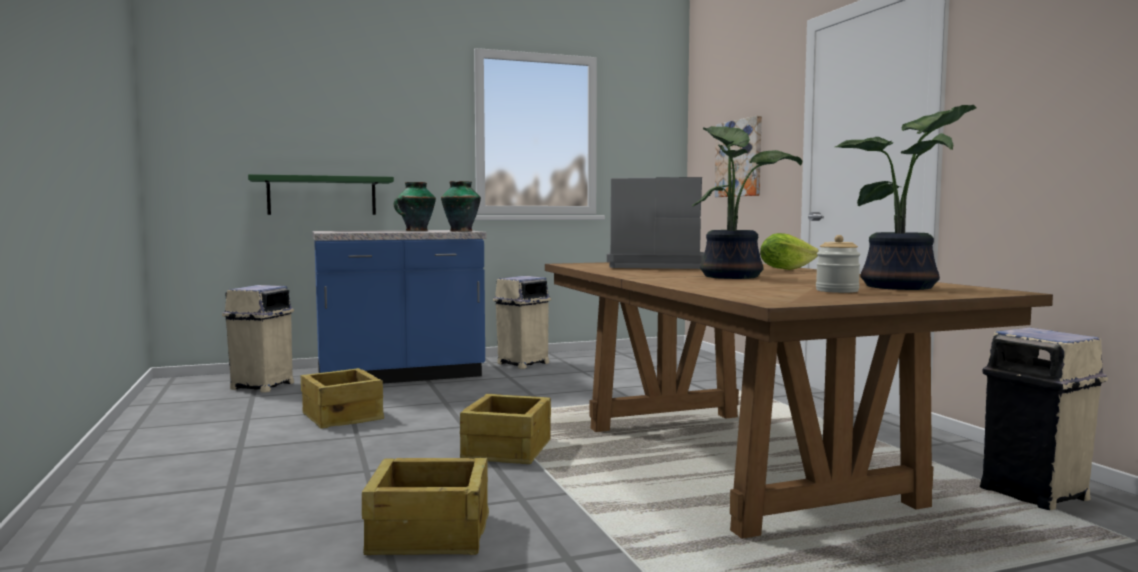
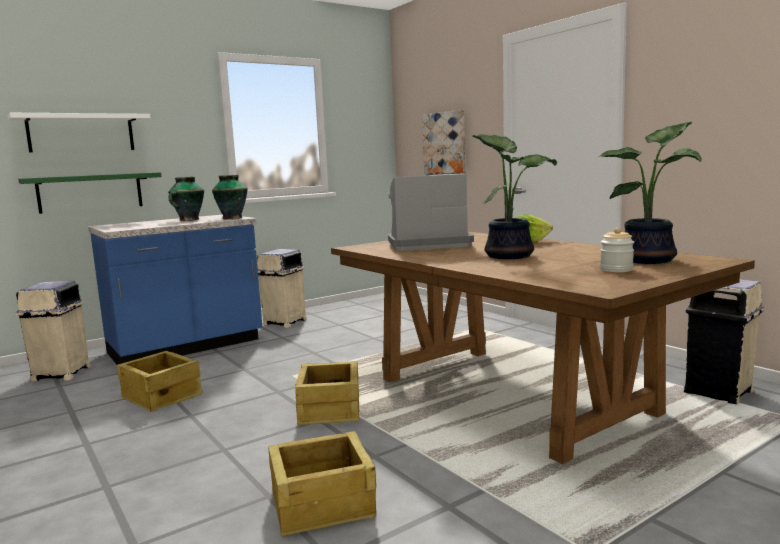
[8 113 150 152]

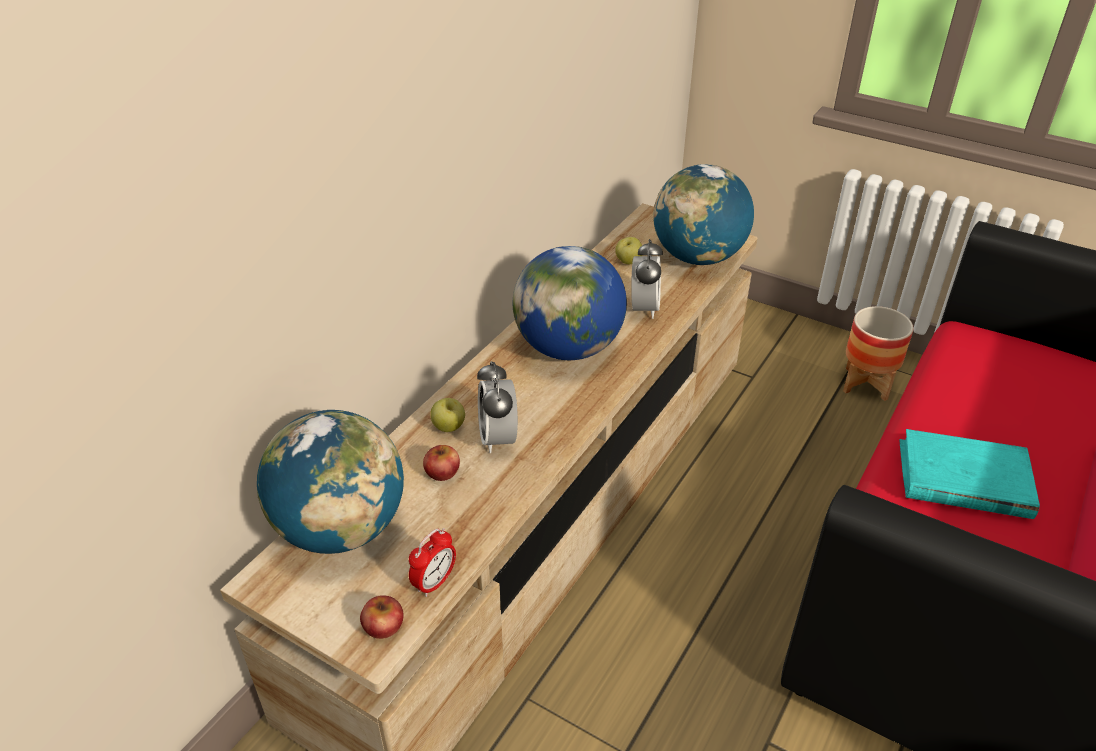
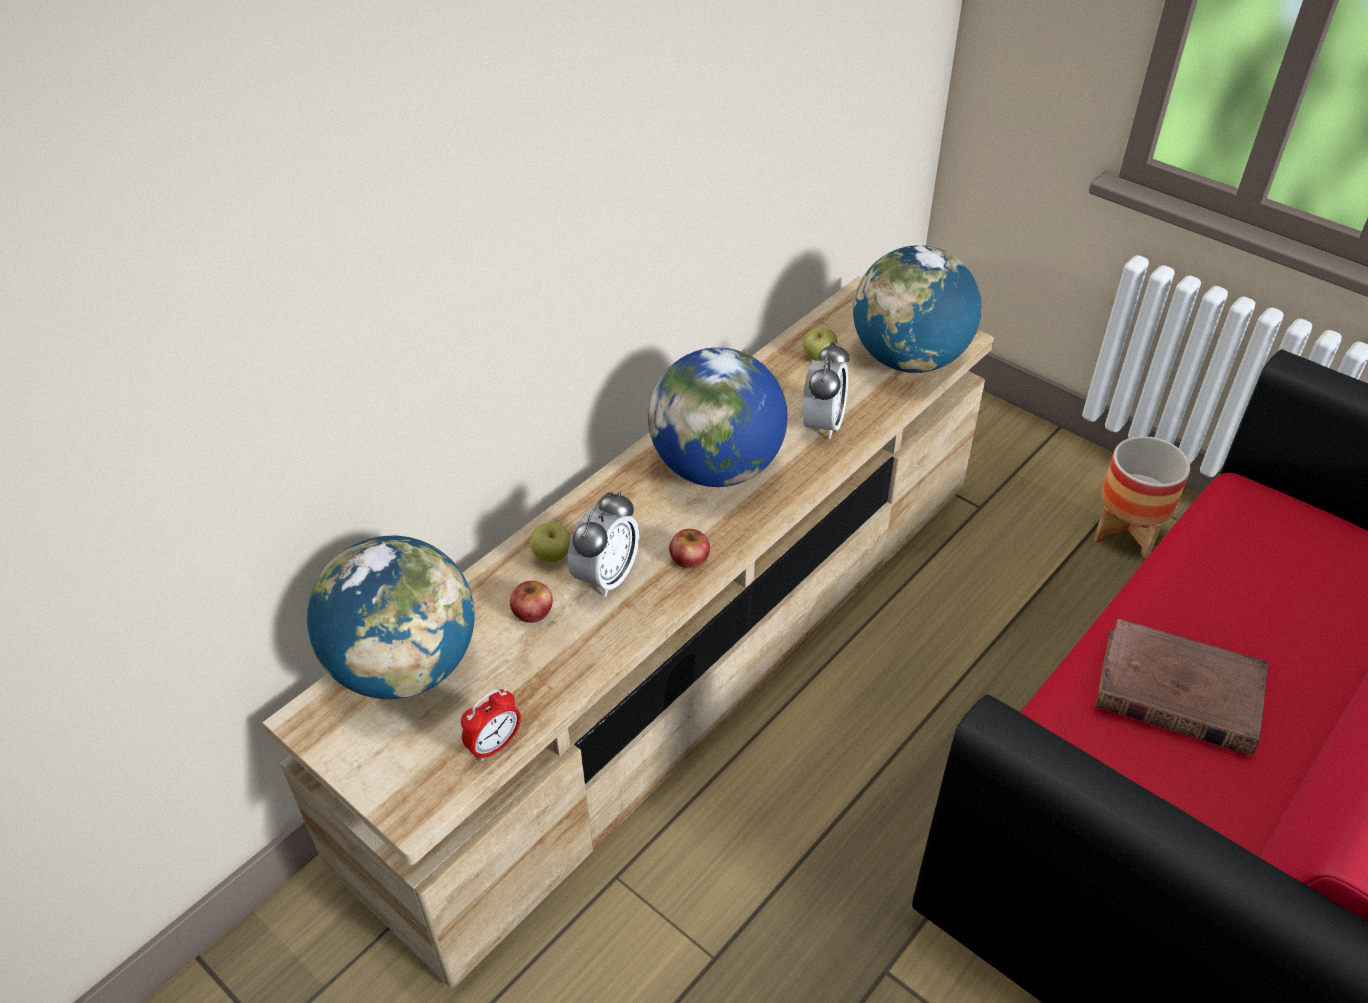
[567 491 639 597]
[1096 619 1268 755]
[669 529 710 569]

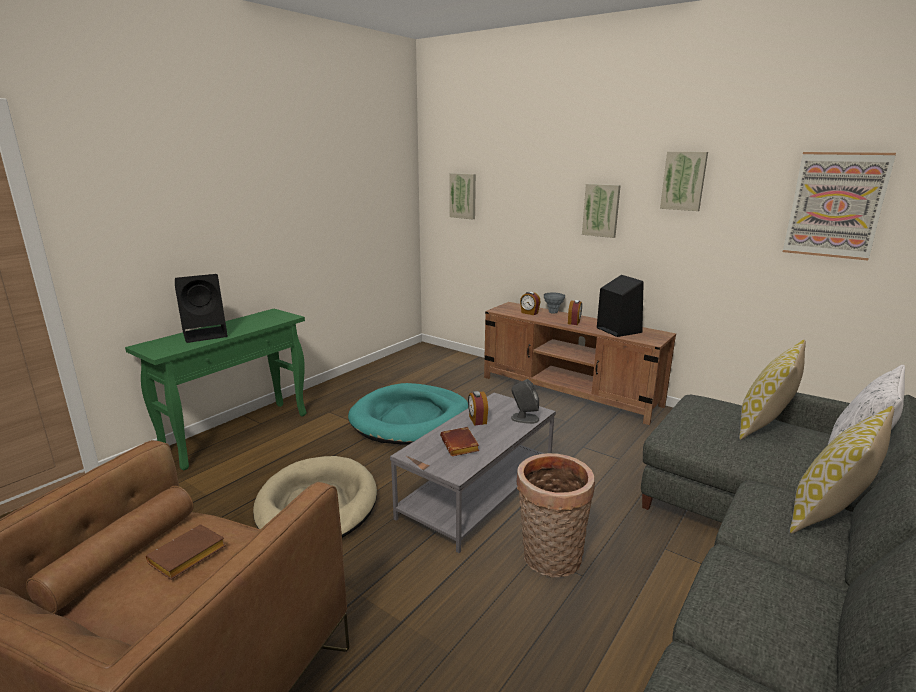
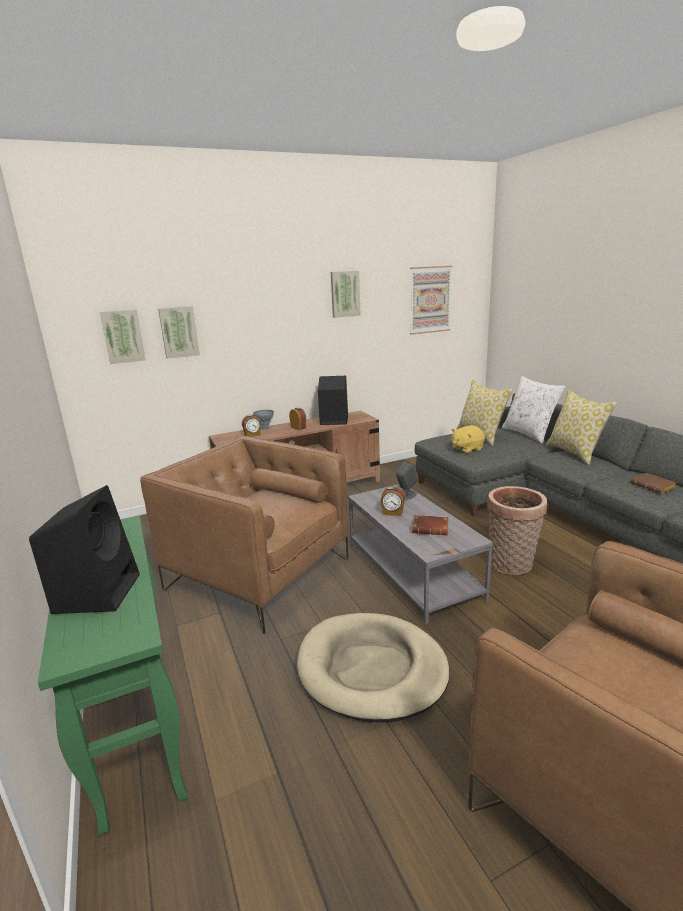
[158 306 200 359]
[140 436 348 634]
[631 473 676 494]
[452 425 485 454]

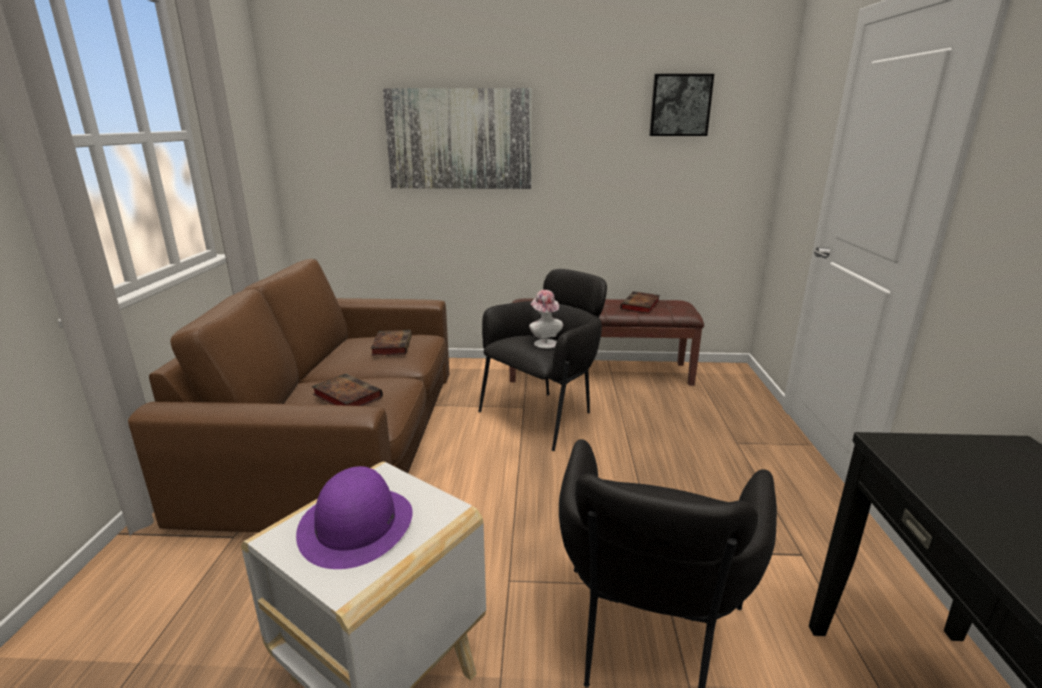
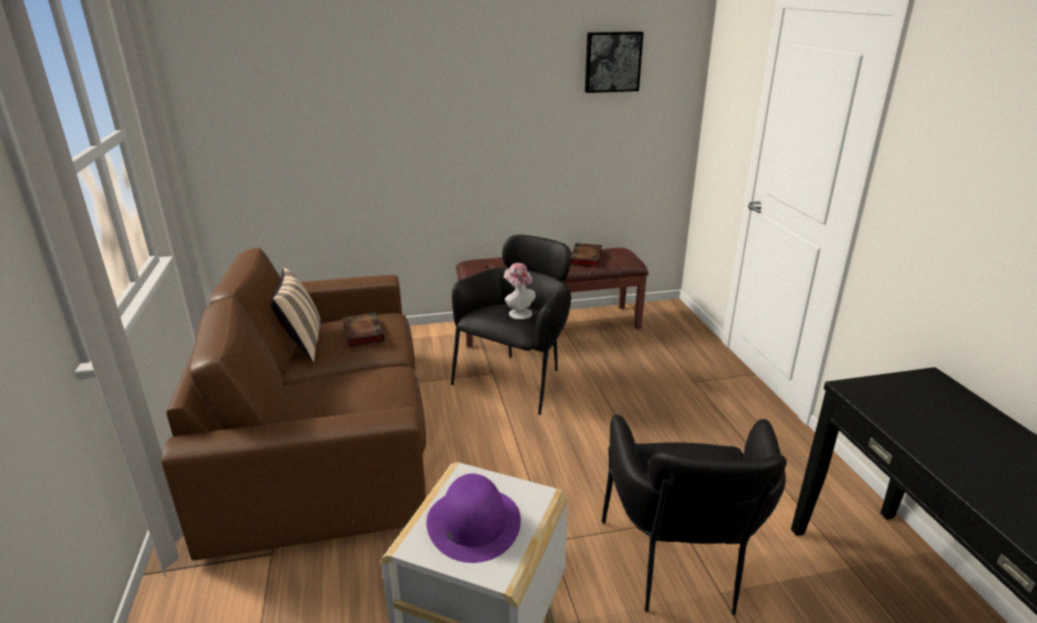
[383 88 532 189] (first image)
[312 374 383 406] (first image)
[271 268 321 362]

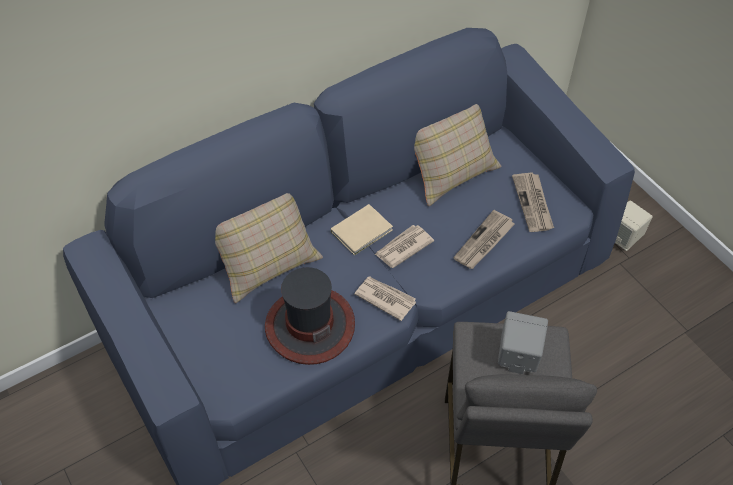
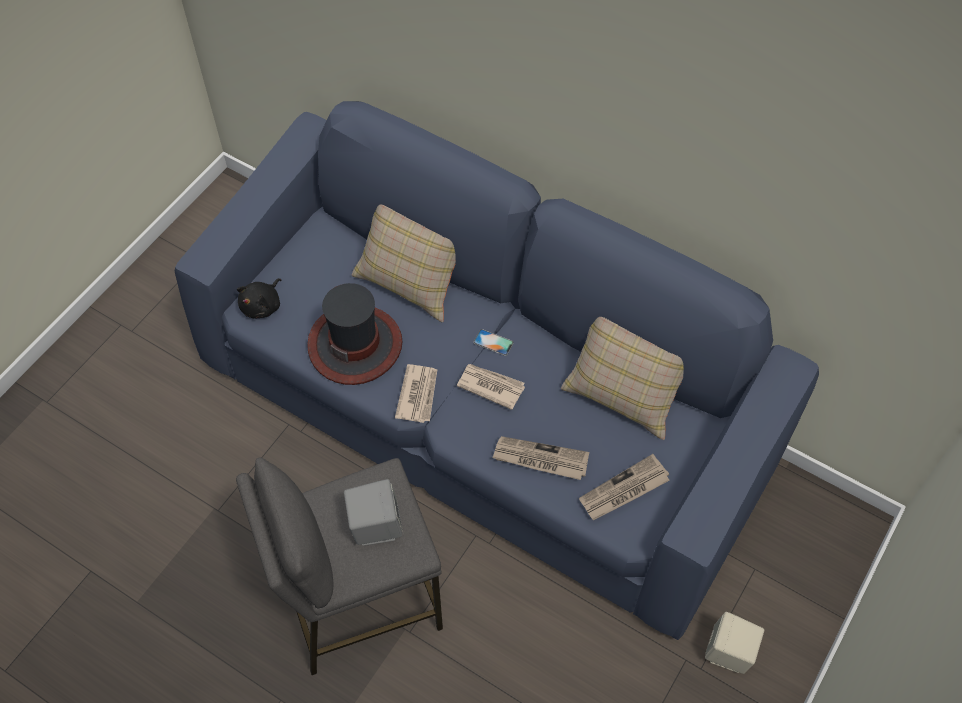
[473 329 514 356]
[237 278 281 319]

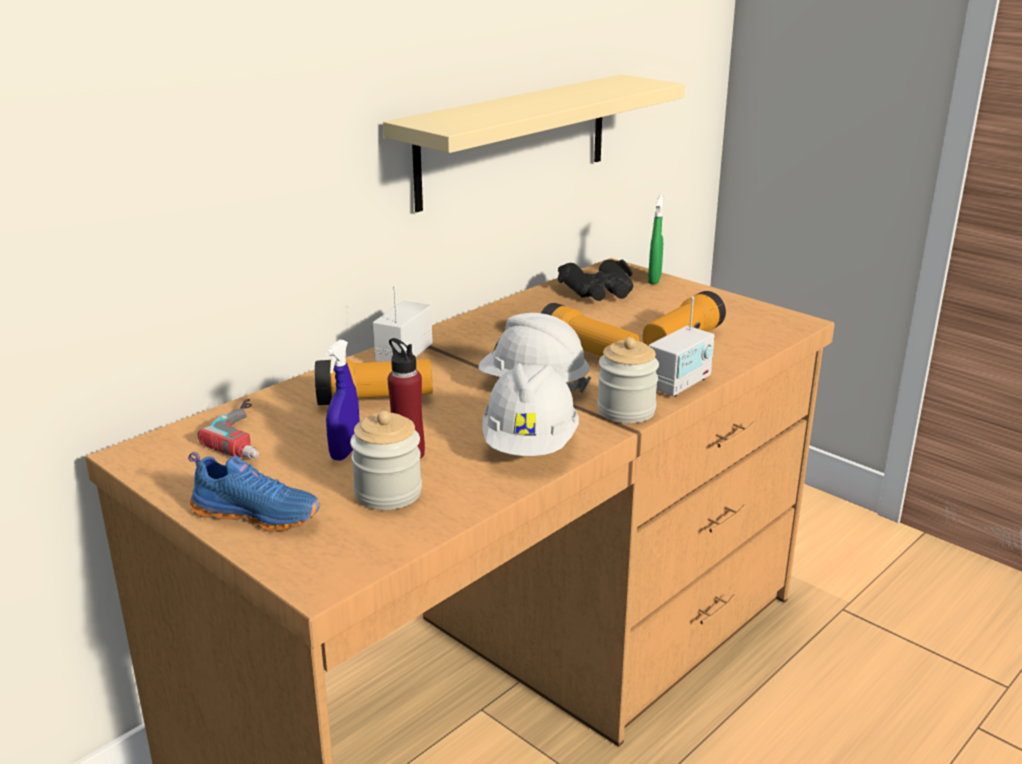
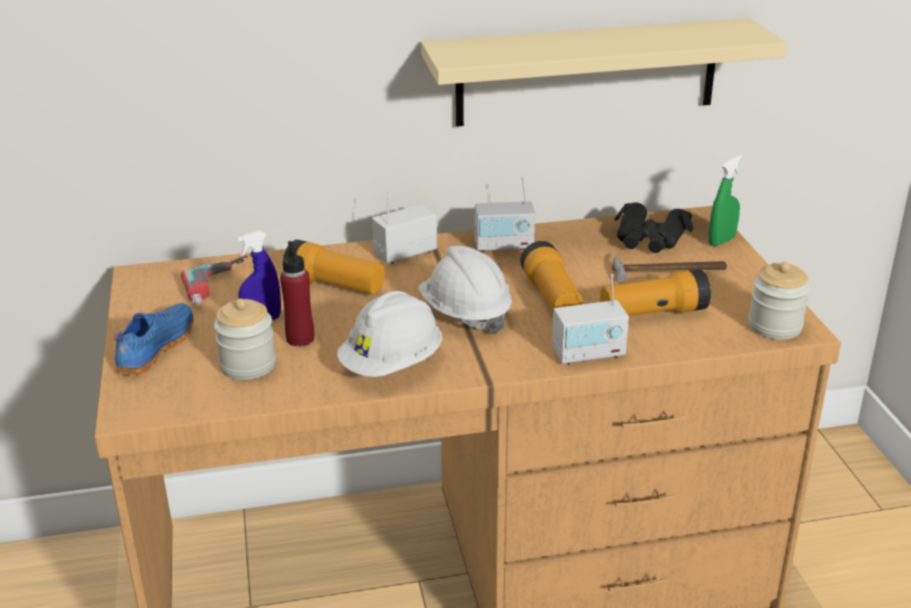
[748 262 810 340]
[114 303 193 375]
[475 176 535 252]
[612 251 727 283]

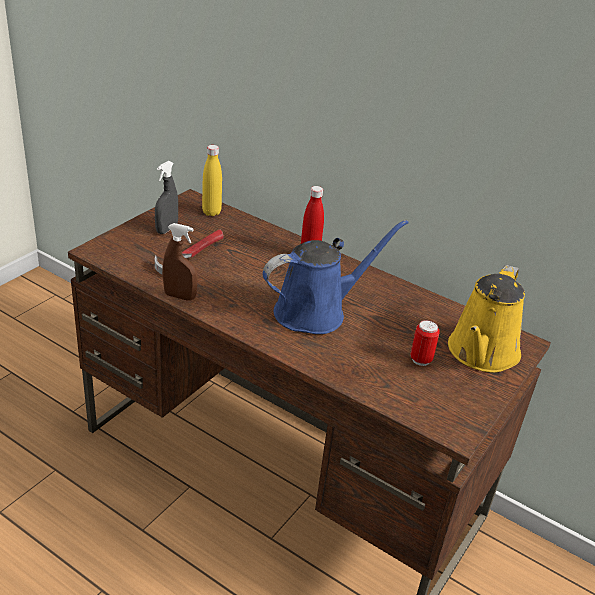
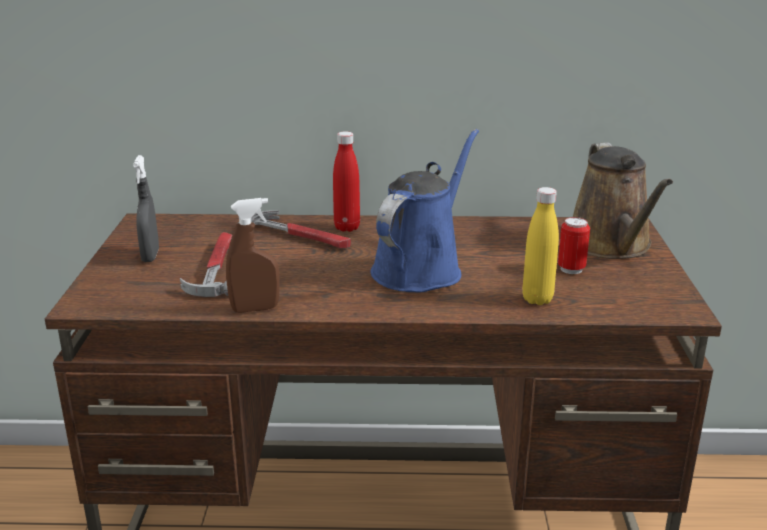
[522 187 559 305]
[573 142 673 259]
[237 210 351 248]

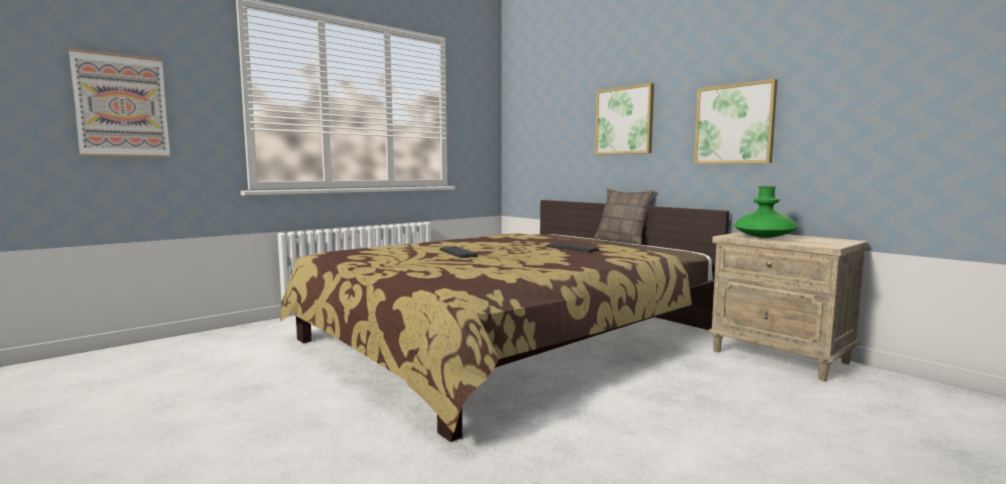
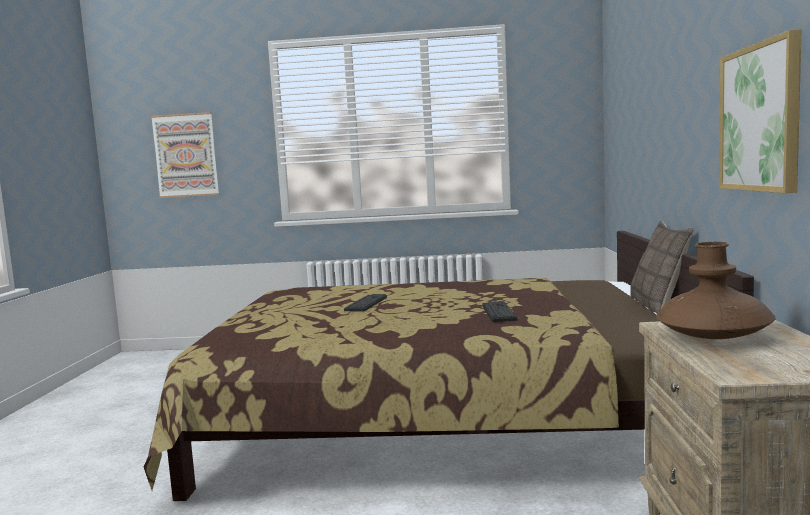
[595 83 654 155] (first image)
[656 242 776 339]

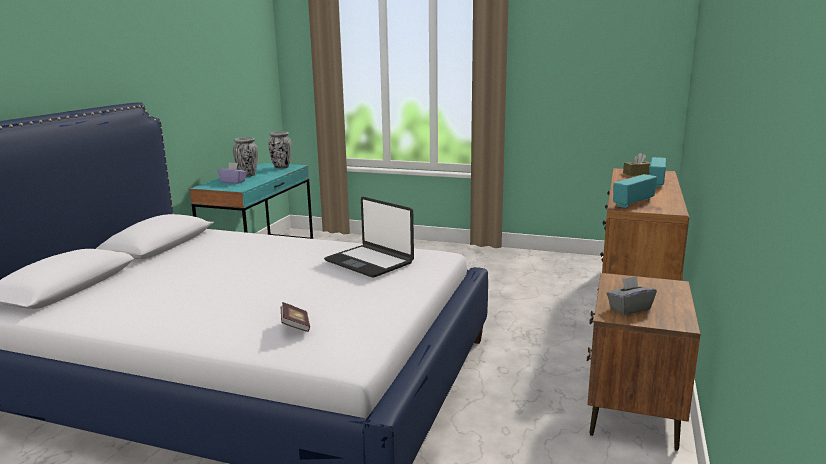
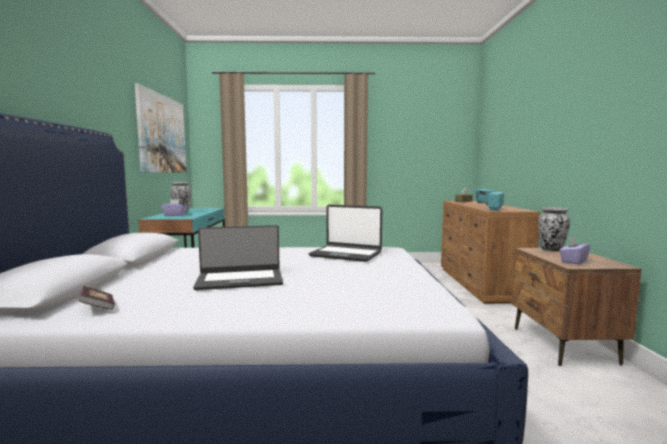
[538 207 570 252]
[559 237 590 264]
[79 286 115 310]
[135 84 186 173]
[193 225 283 290]

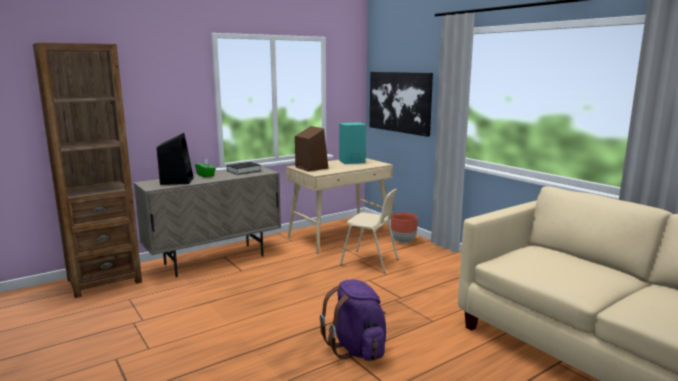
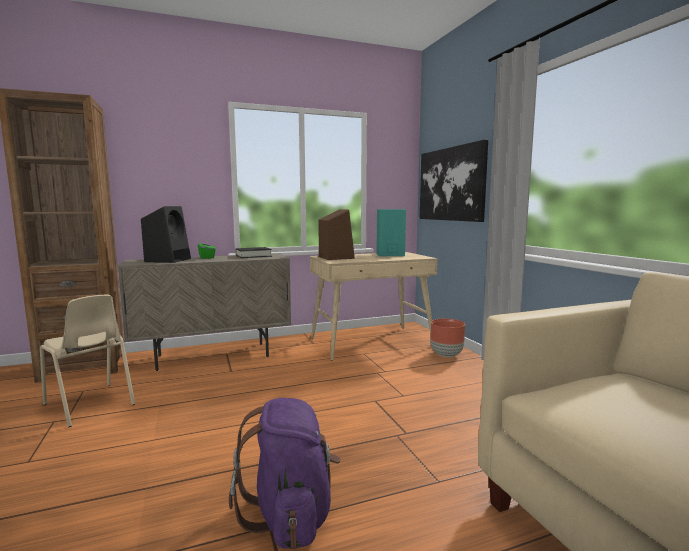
[40 295 135 427]

